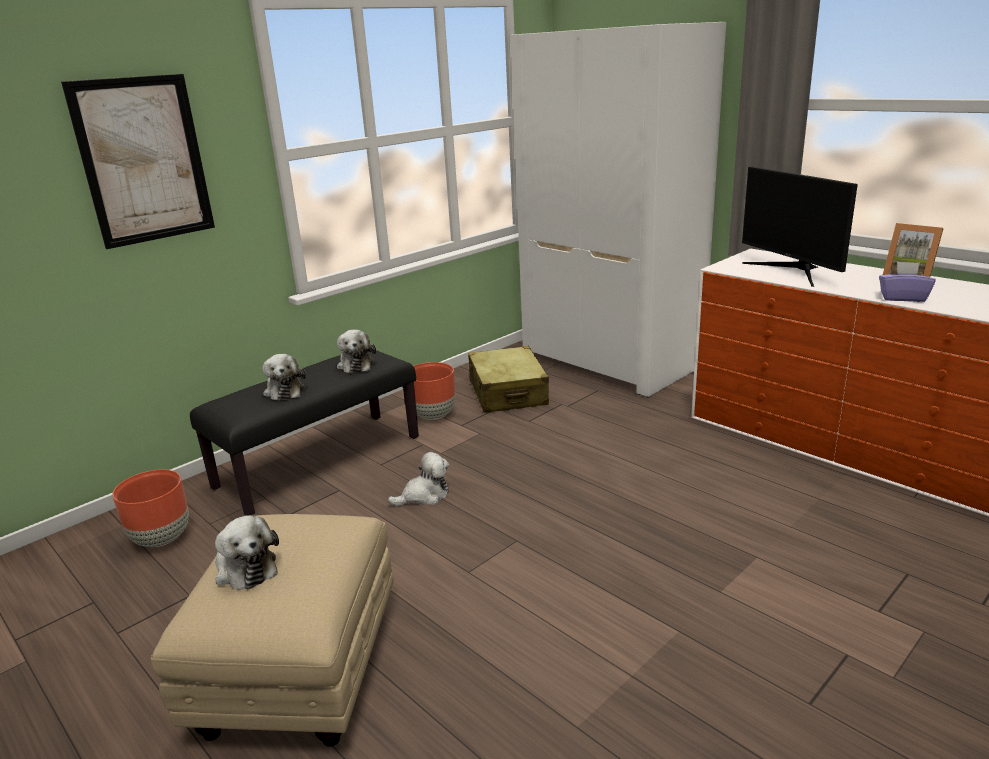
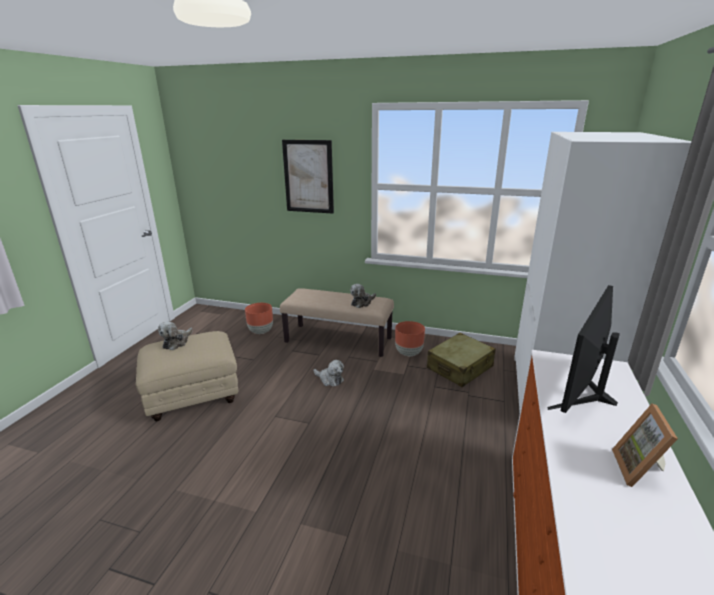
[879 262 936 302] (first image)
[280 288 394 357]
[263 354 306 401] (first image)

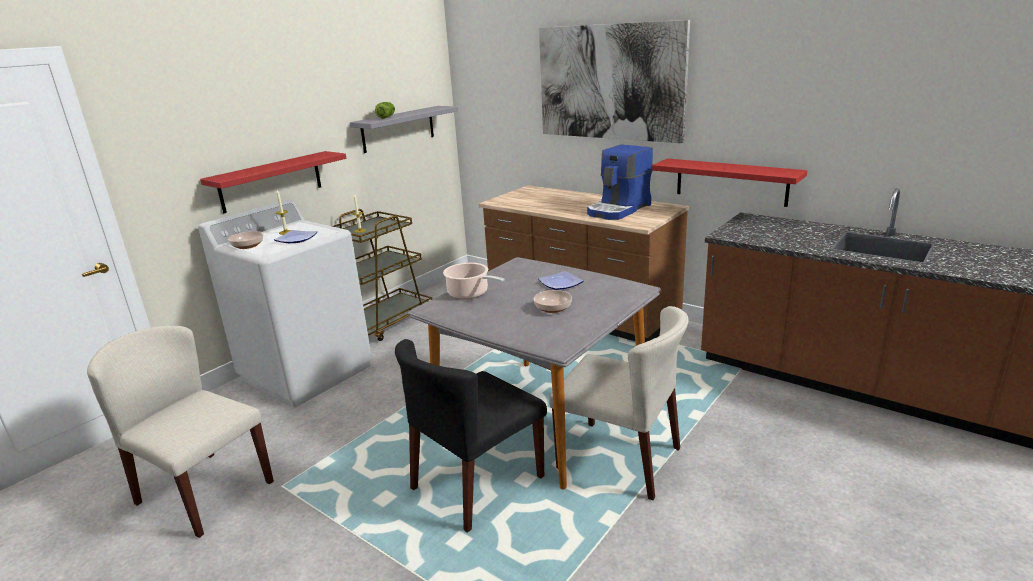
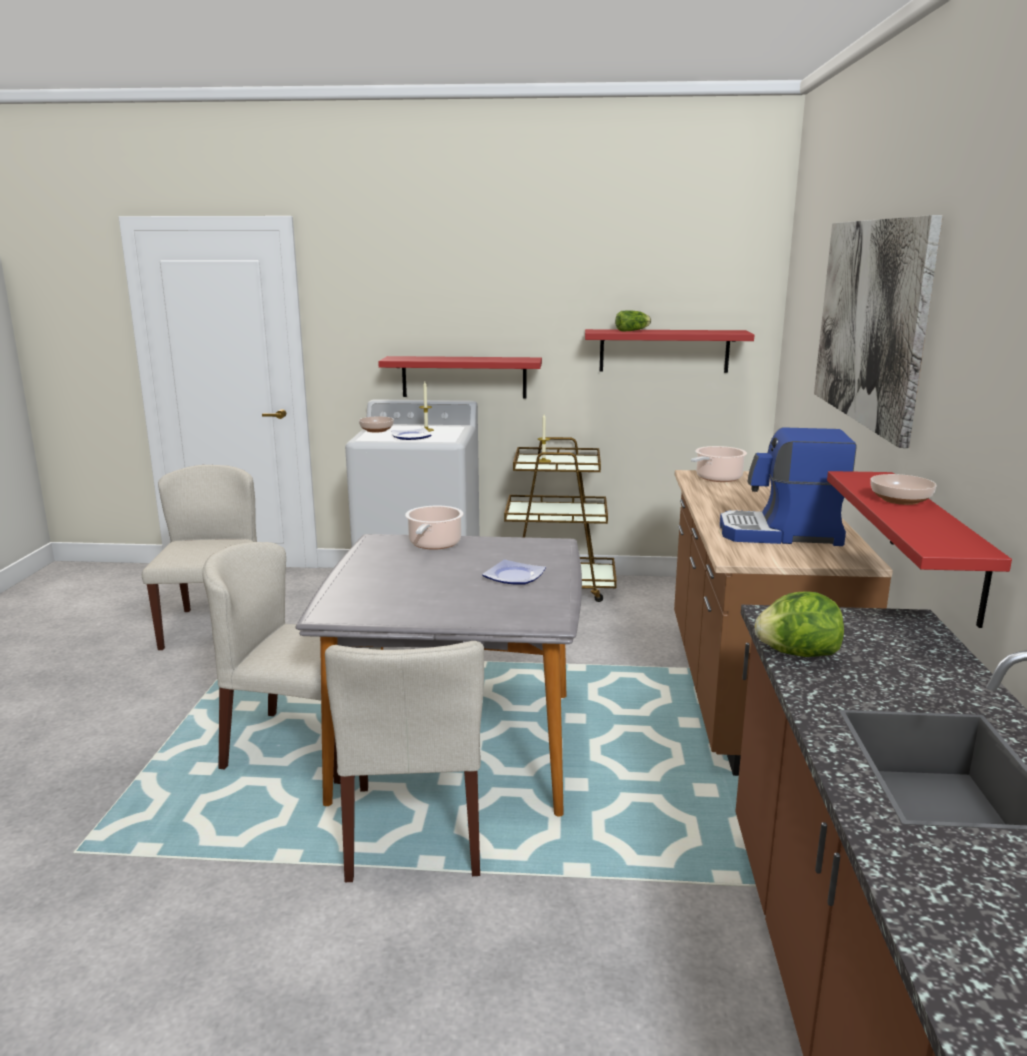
[585 329 754 373]
[870 474 937 505]
[202 542 381 784]
[691 446 747 482]
[755 591 844 657]

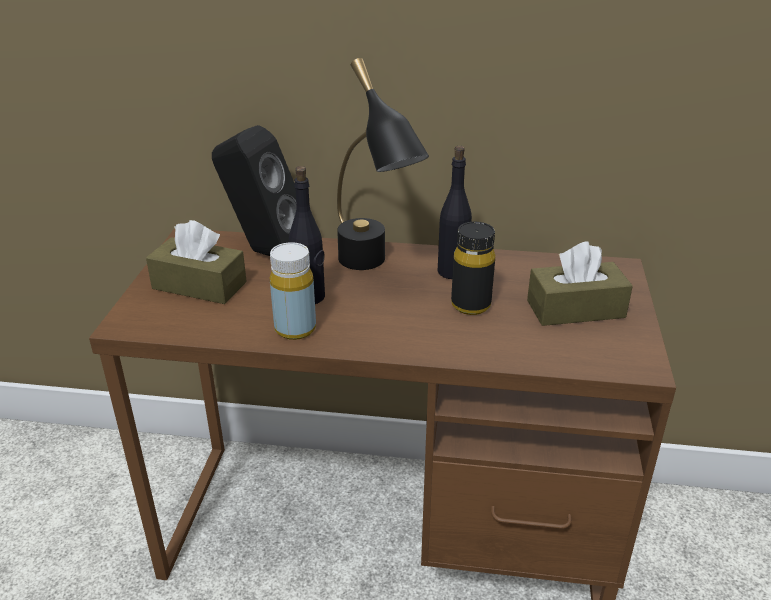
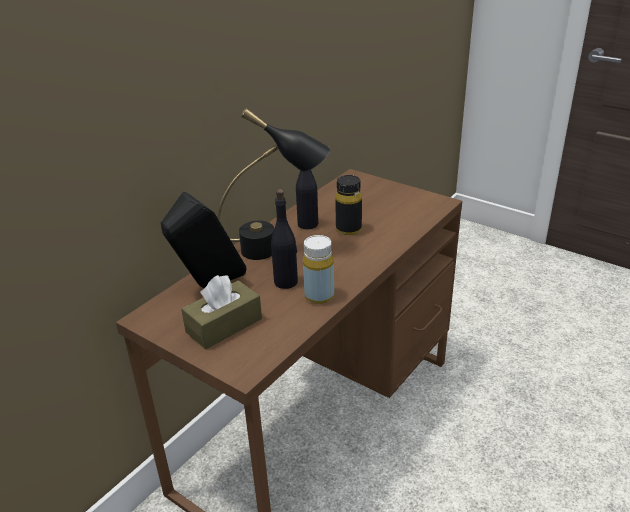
[527 241 633 326] (first image)

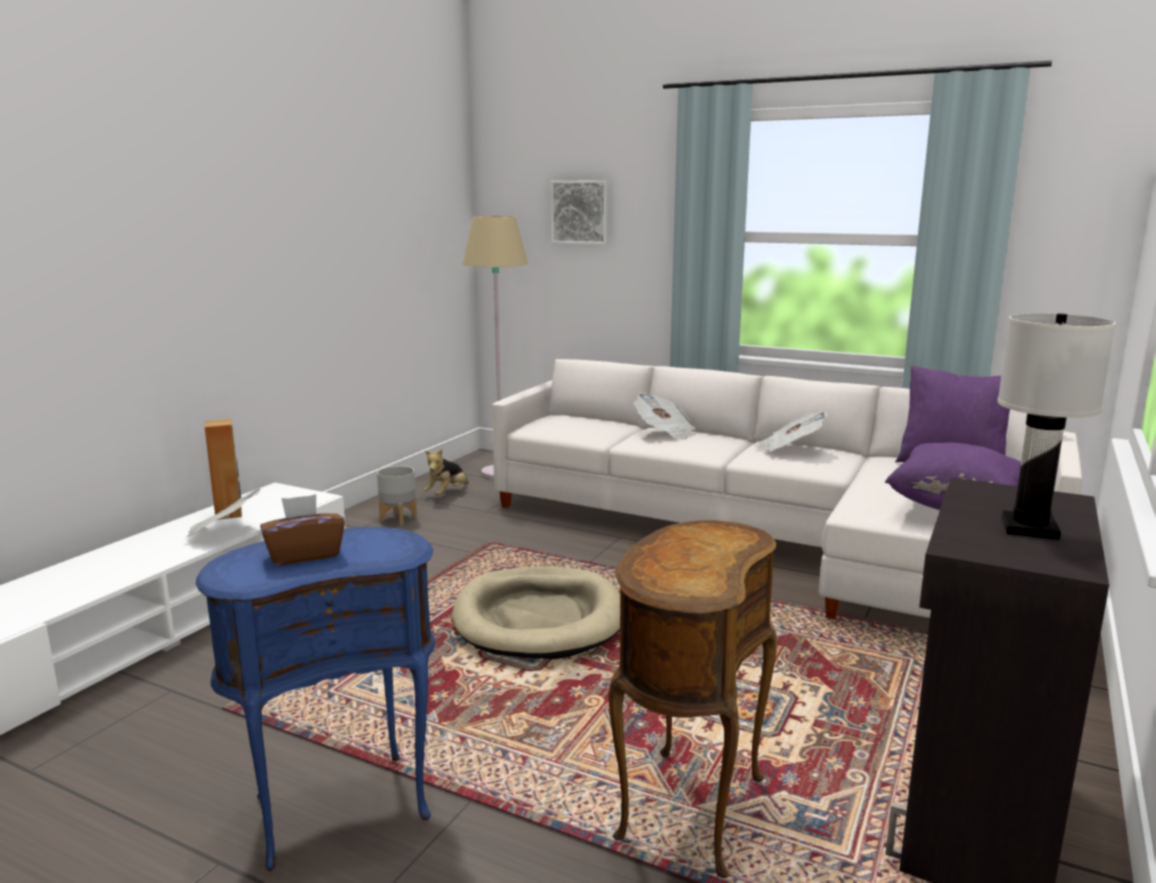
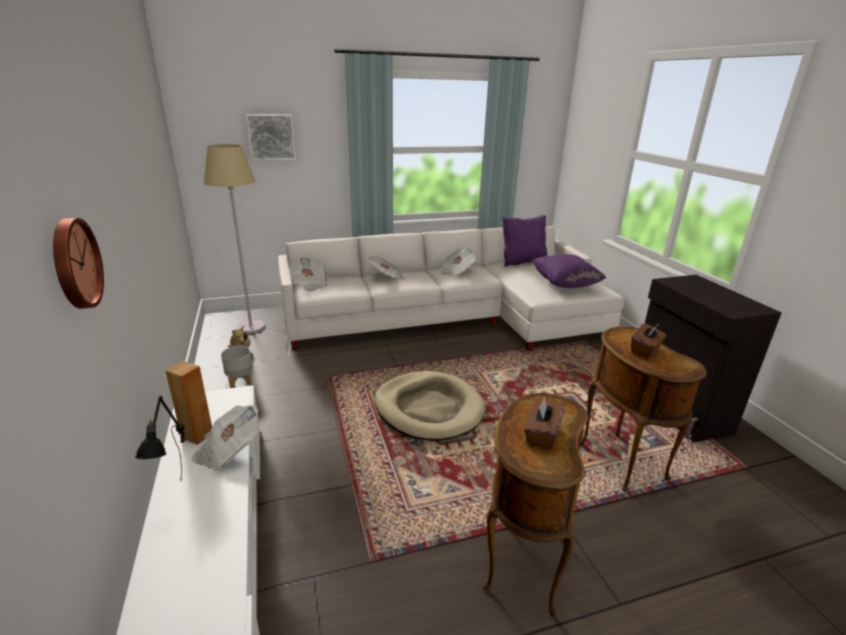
[997 313 1116 540] (first image)
[483 393 588 616]
[53 218 104 309]
[290 257 328 293]
[631 323 666 358]
[135 396 185 479]

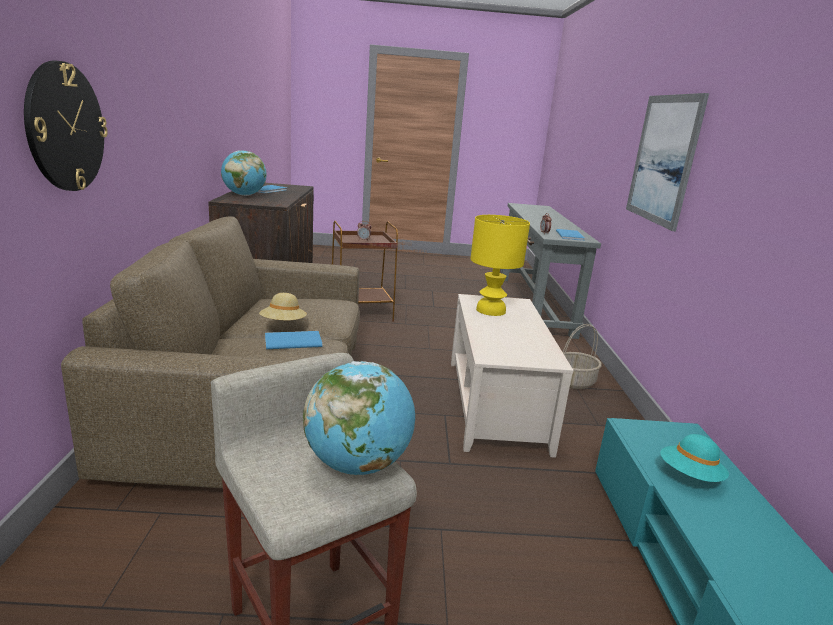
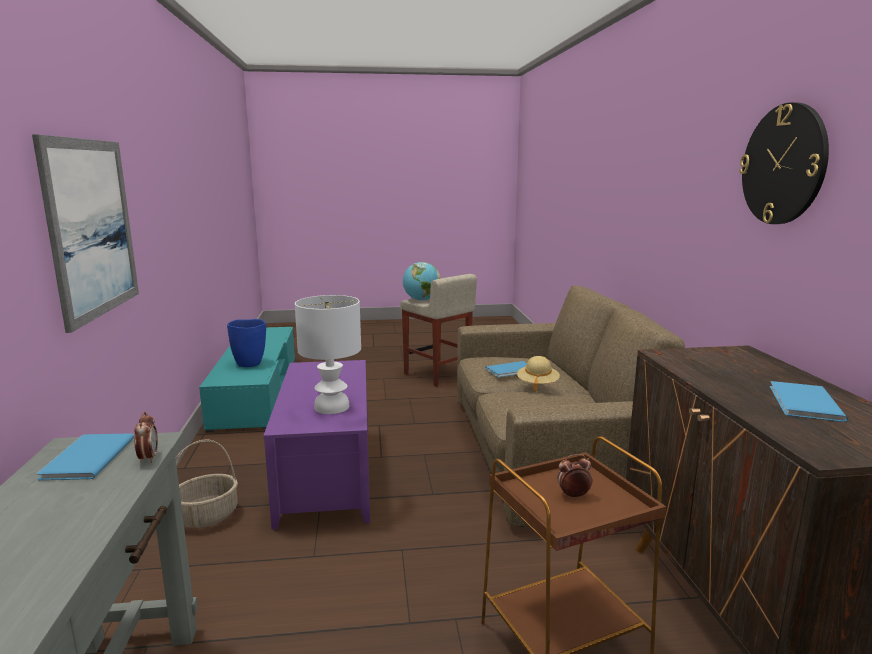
[739 102 829 224]
[221 150 267 196] (first image)
[295 295 361 414]
[263 360 370 530]
[227 319 266 367]

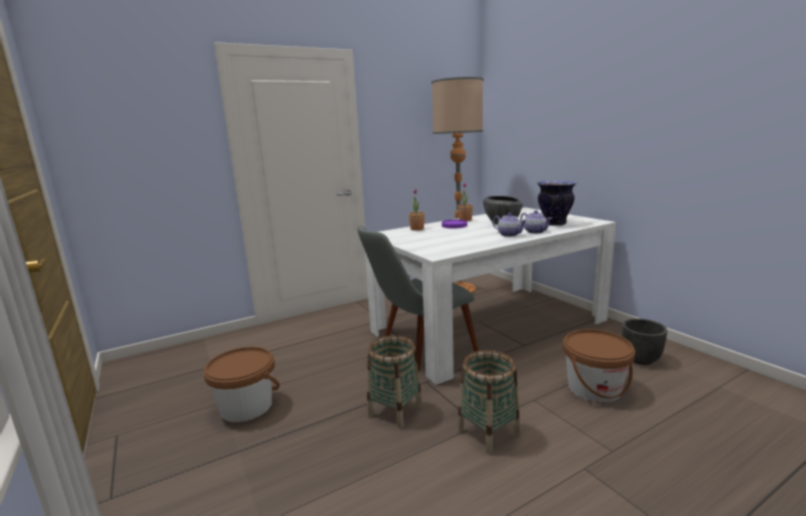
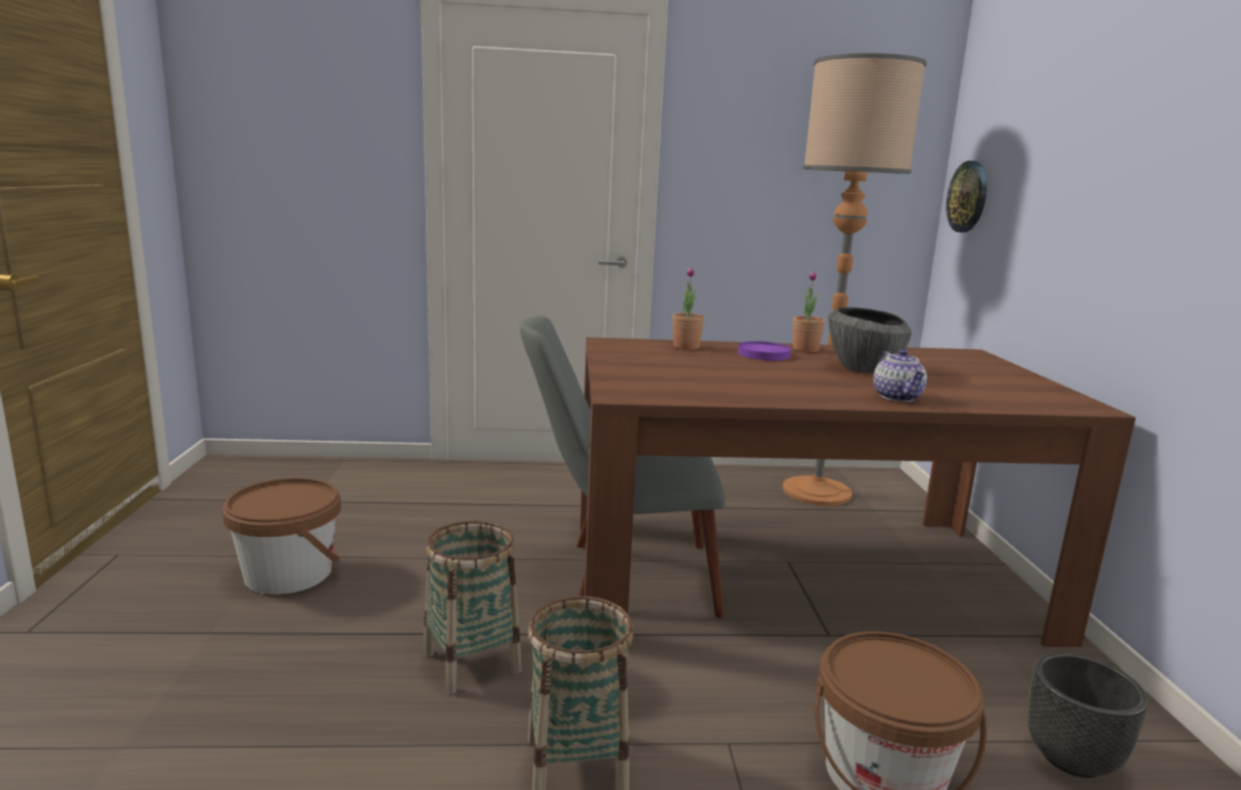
[537 181 577 226] (first image)
[580 337 1136 647]
[492 213 527 237] (first image)
[946 161 987 233]

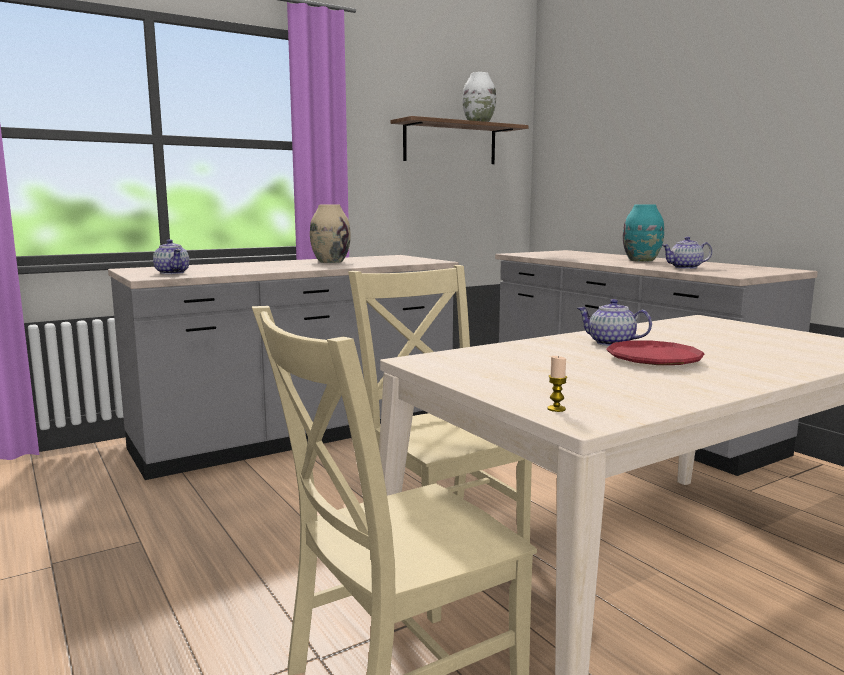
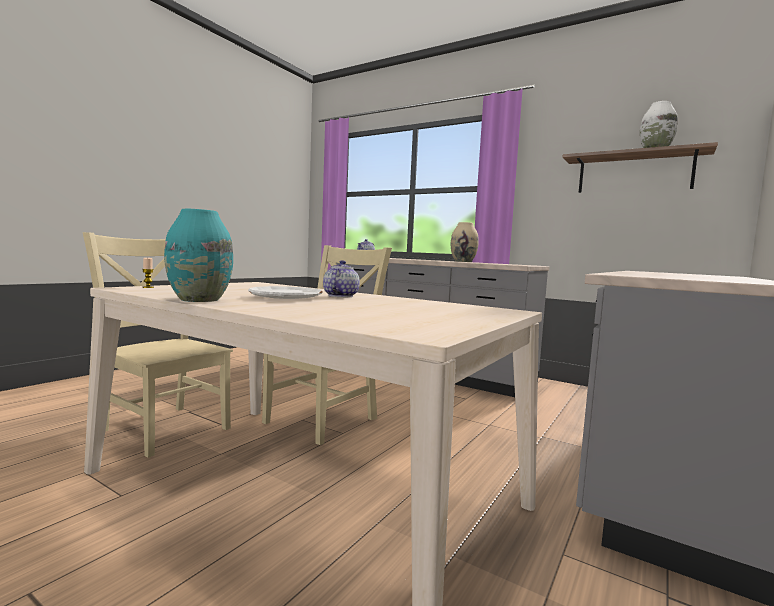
[164 209 233 302]
[662 237 712 269] (first image)
[248 286 323 299]

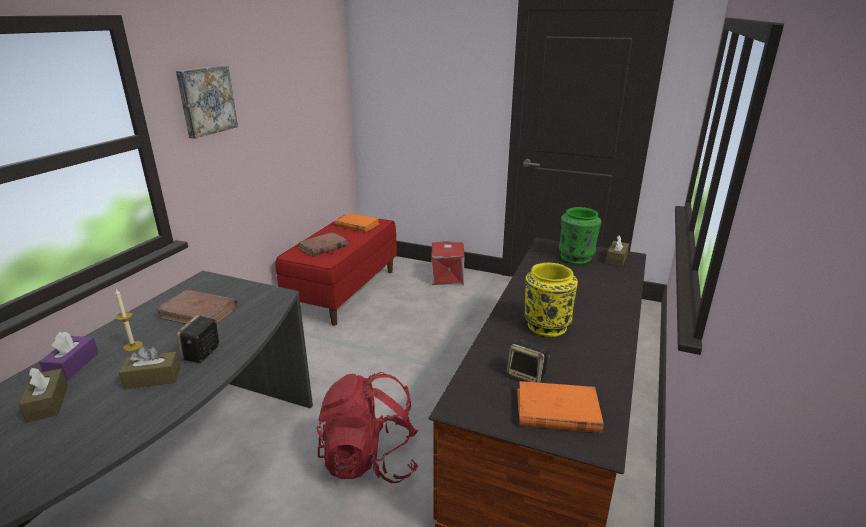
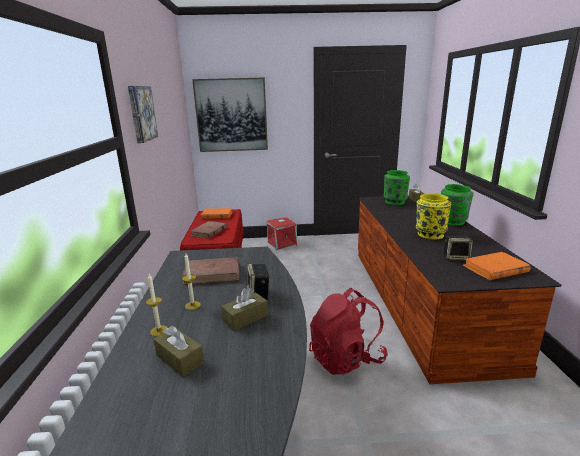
[146 274 167 336]
[192 78 268 152]
[441 184 474 226]

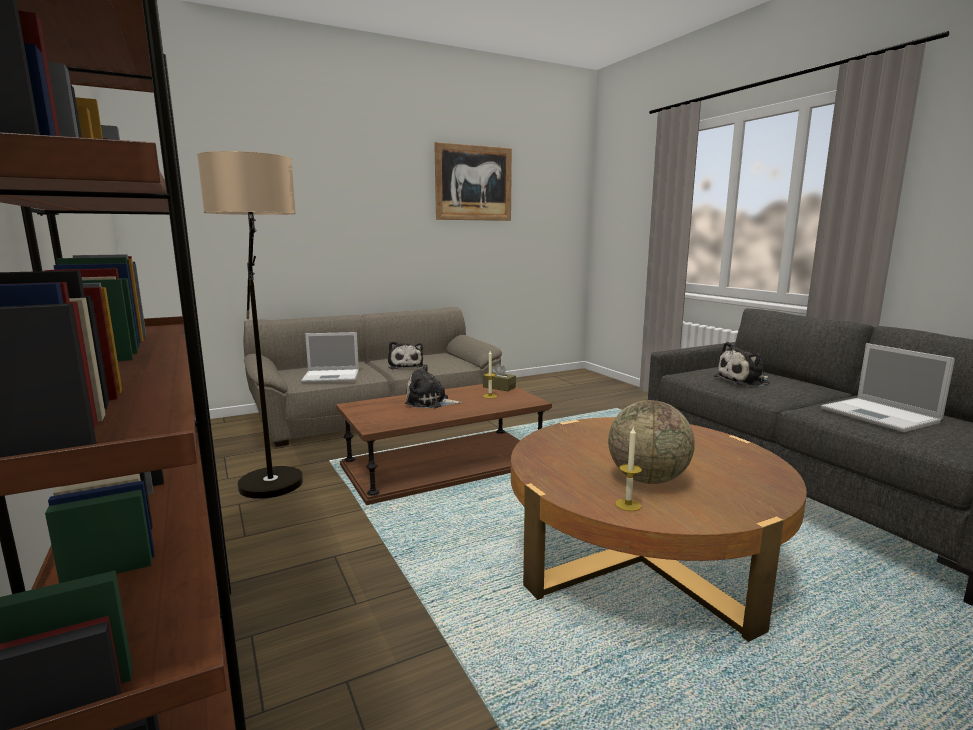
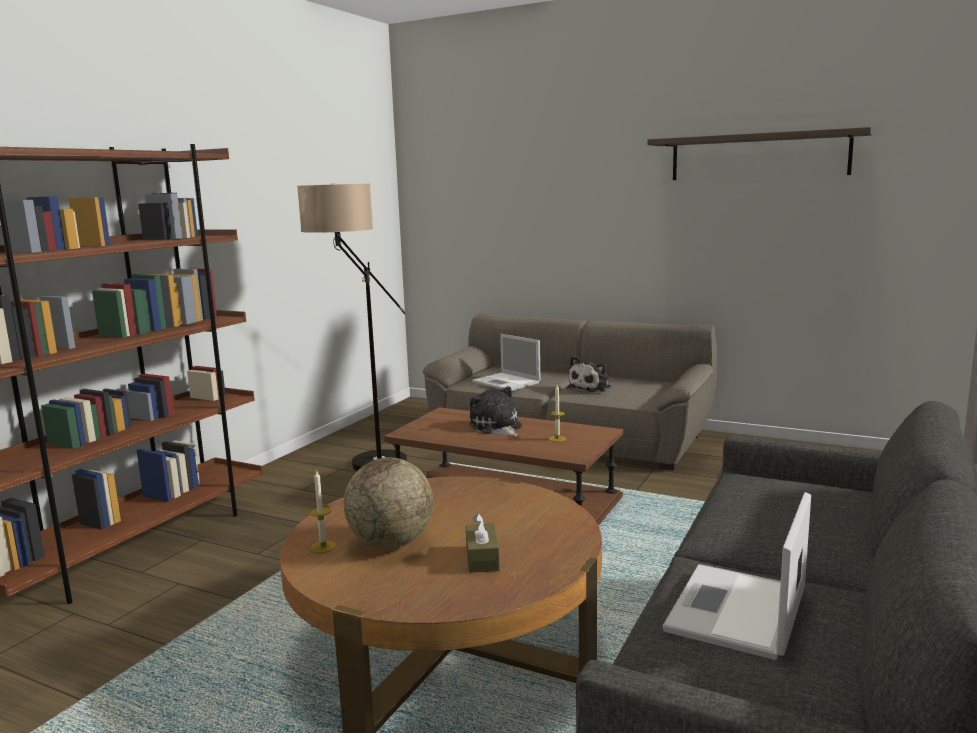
[647 127 872 180]
[714 342 770 386] (first image)
[466 513 500 573]

